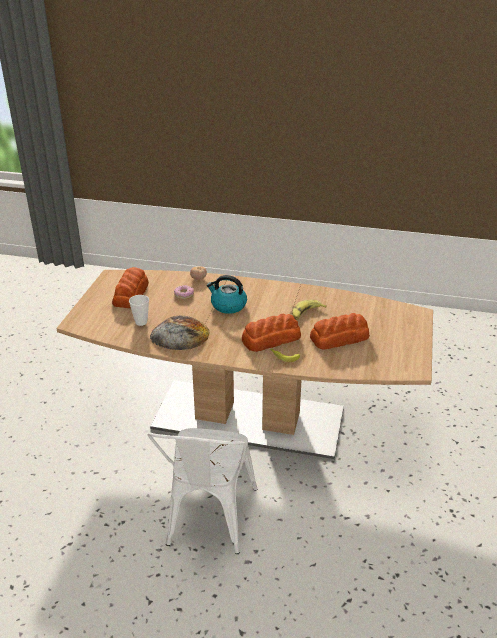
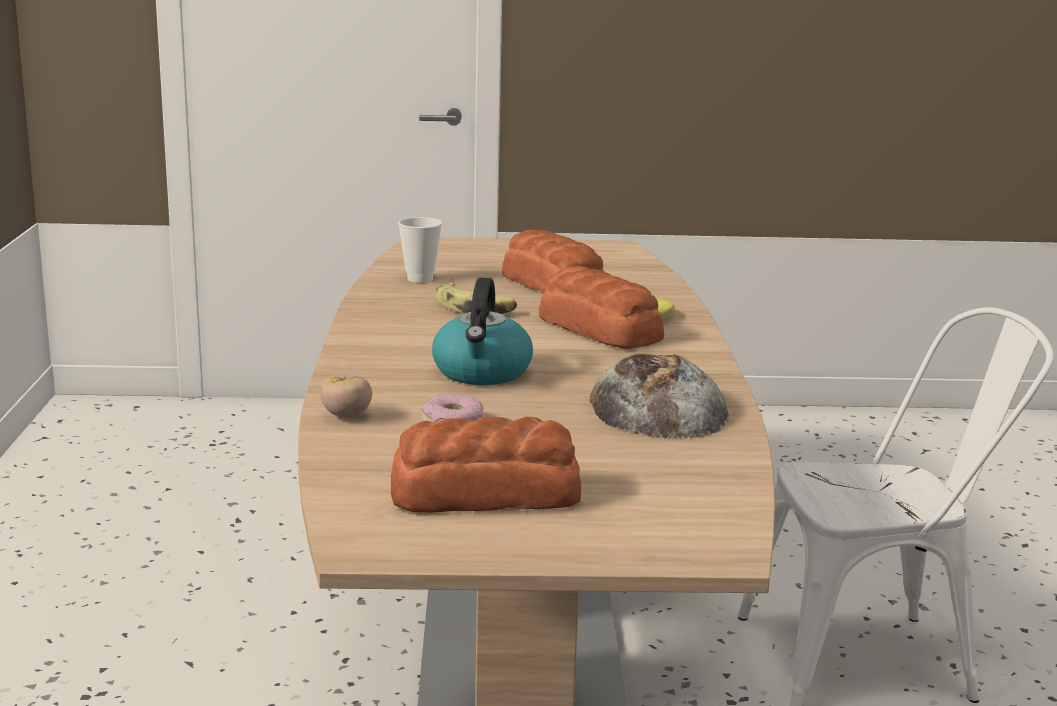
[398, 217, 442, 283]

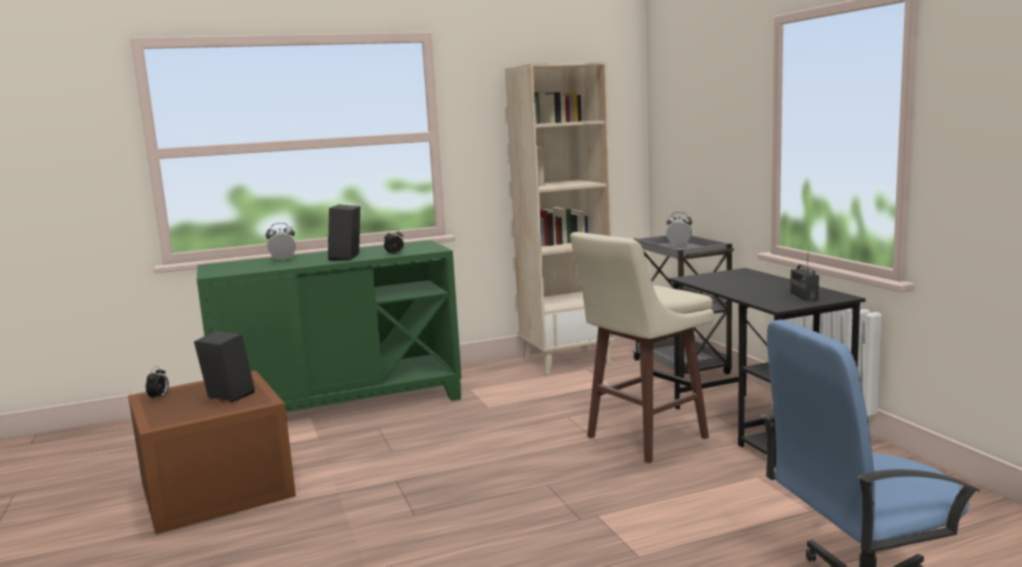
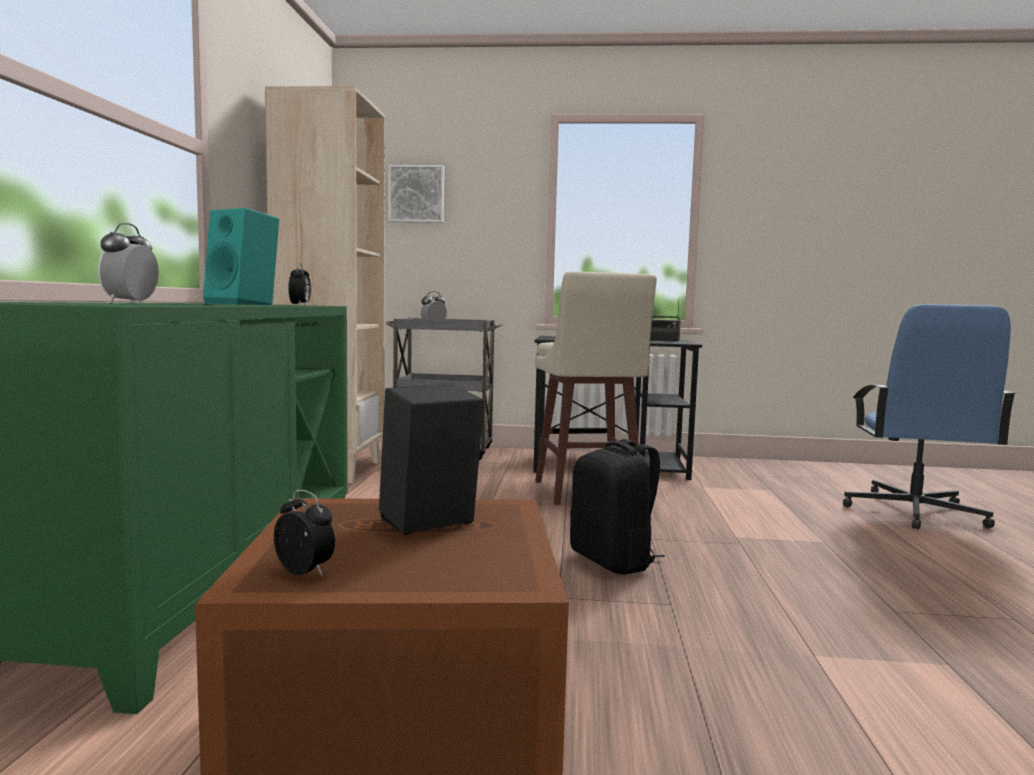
[203, 208, 279, 306]
[388, 165, 444, 223]
[570, 439, 665, 575]

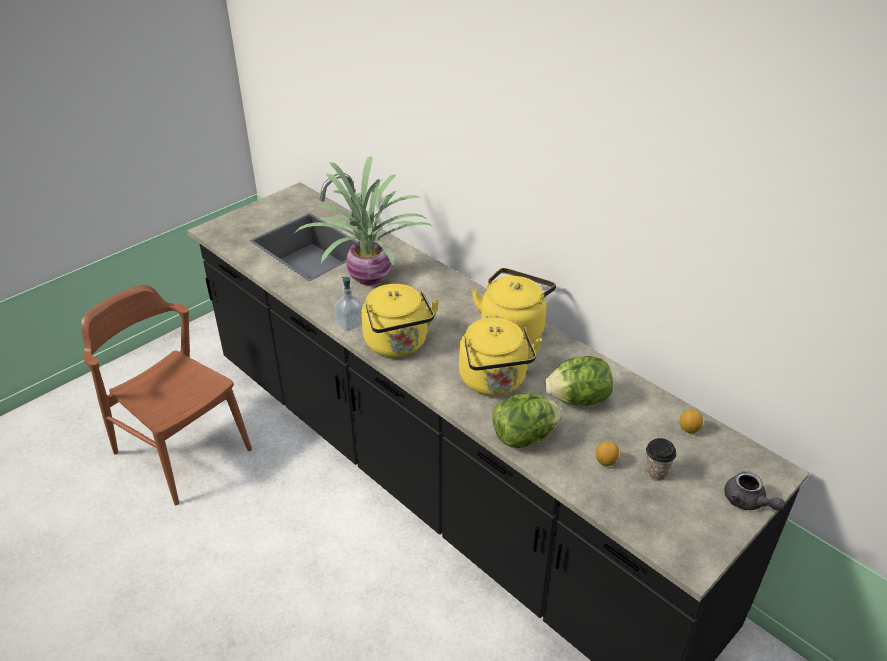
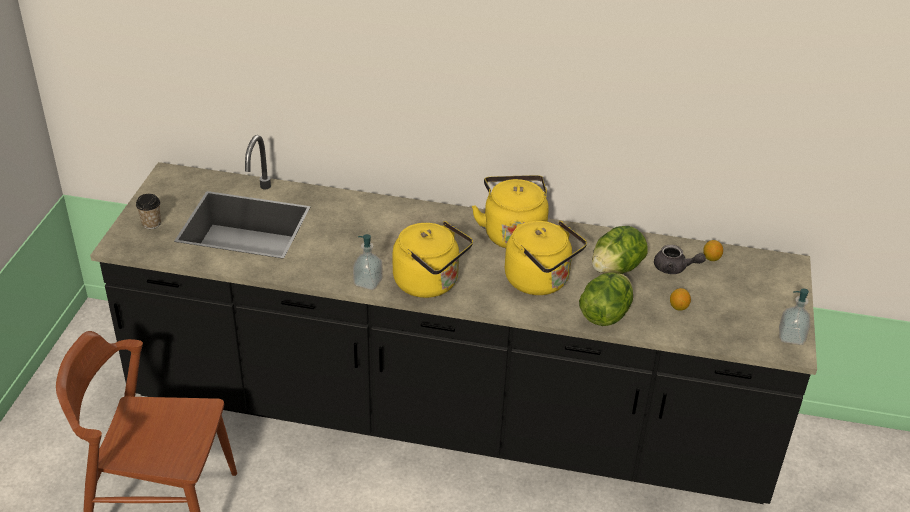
[296, 156, 433, 285] (first image)
[136, 194, 161, 229]
[654, 245, 706, 274]
[779, 288, 810, 345]

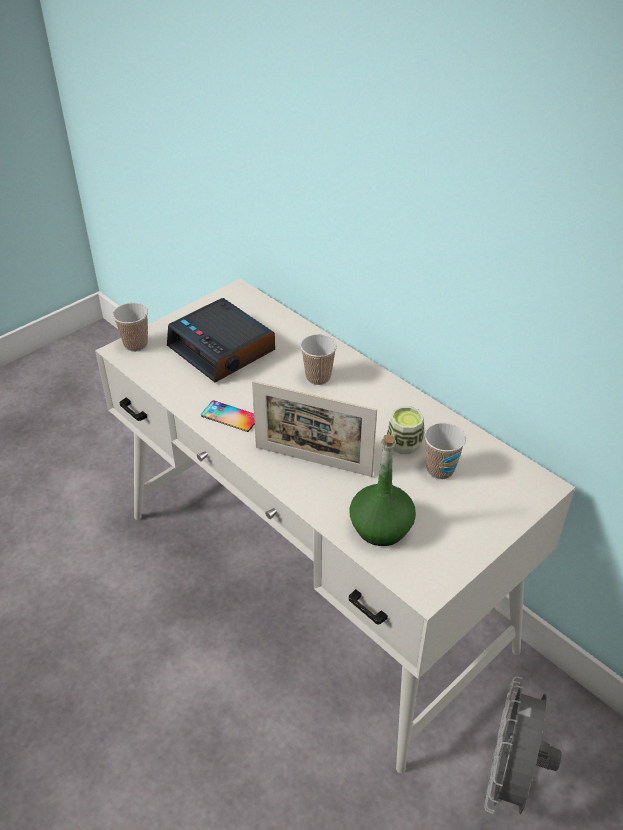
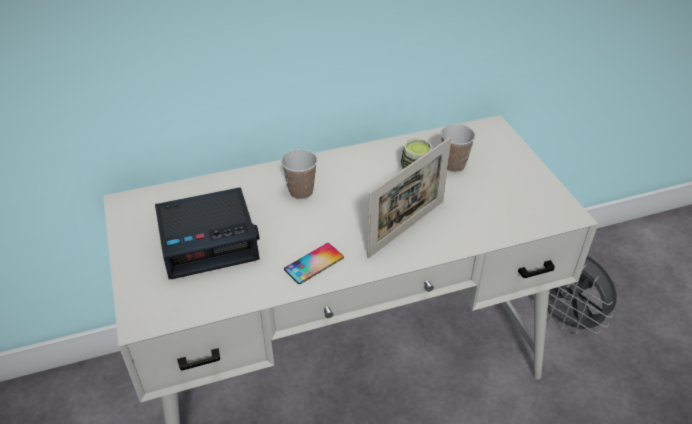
[113, 303, 148, 352] (first image)
[350, 434, 416, 546] (first image)

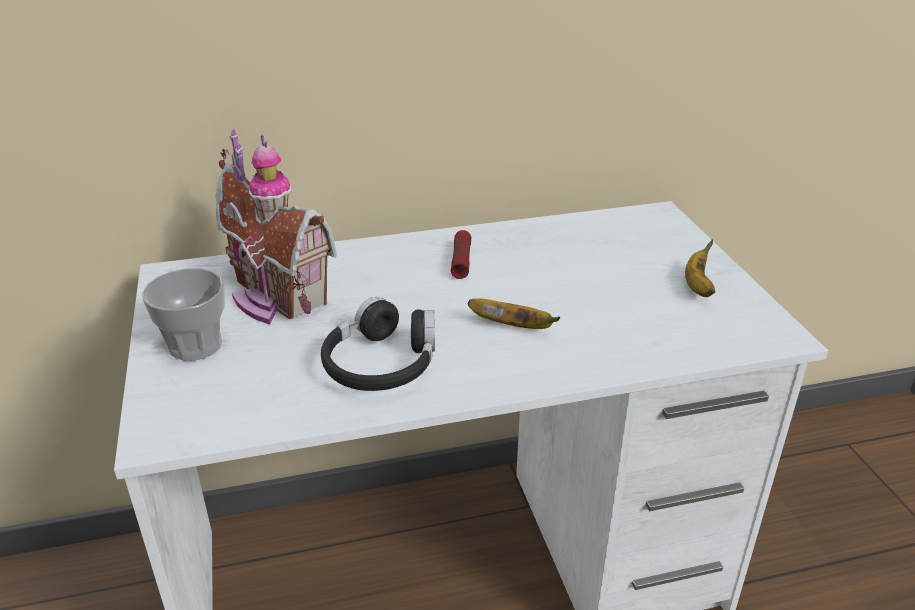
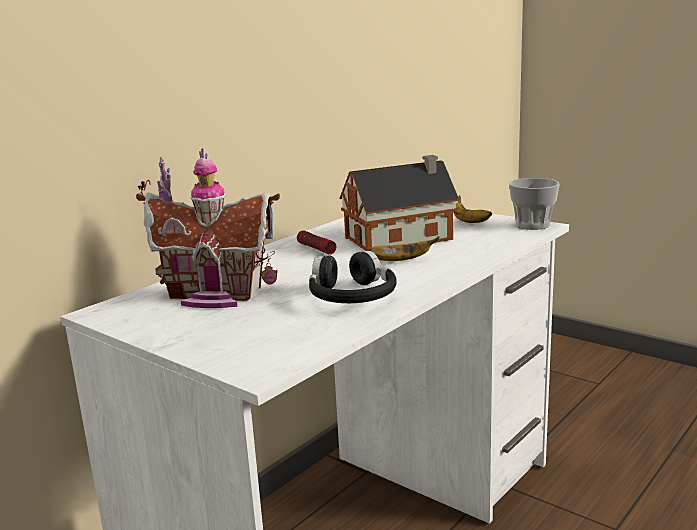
[509, 178, 560, 230]
[340, 155, 459, 251]

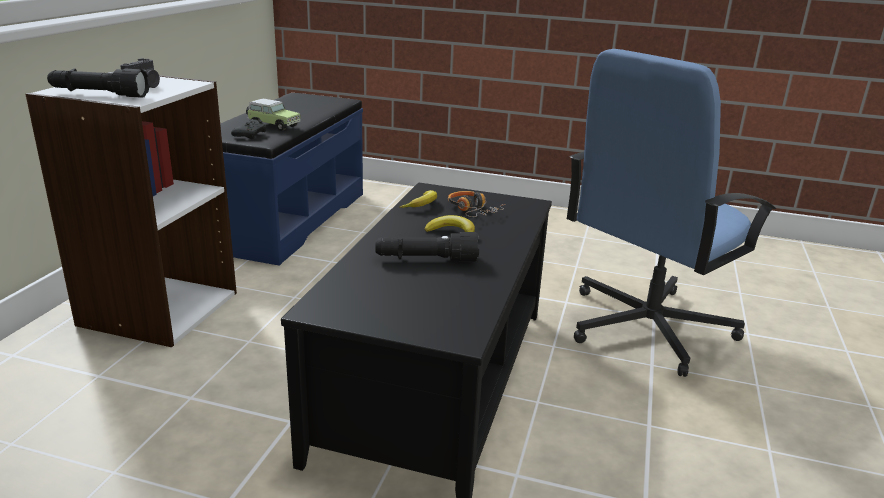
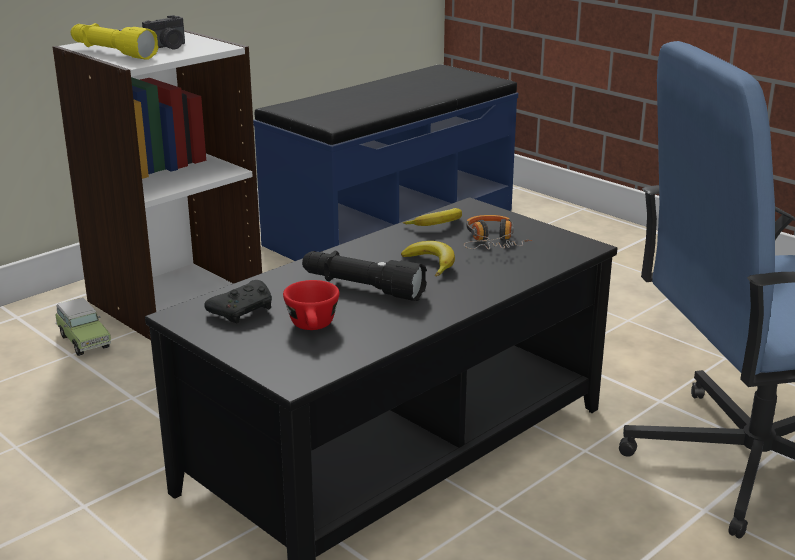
[71, 23, 158, 60]
[55, 298, 111, 356]
[204, 280, 272, 323]
[283, 280, 339, 330]

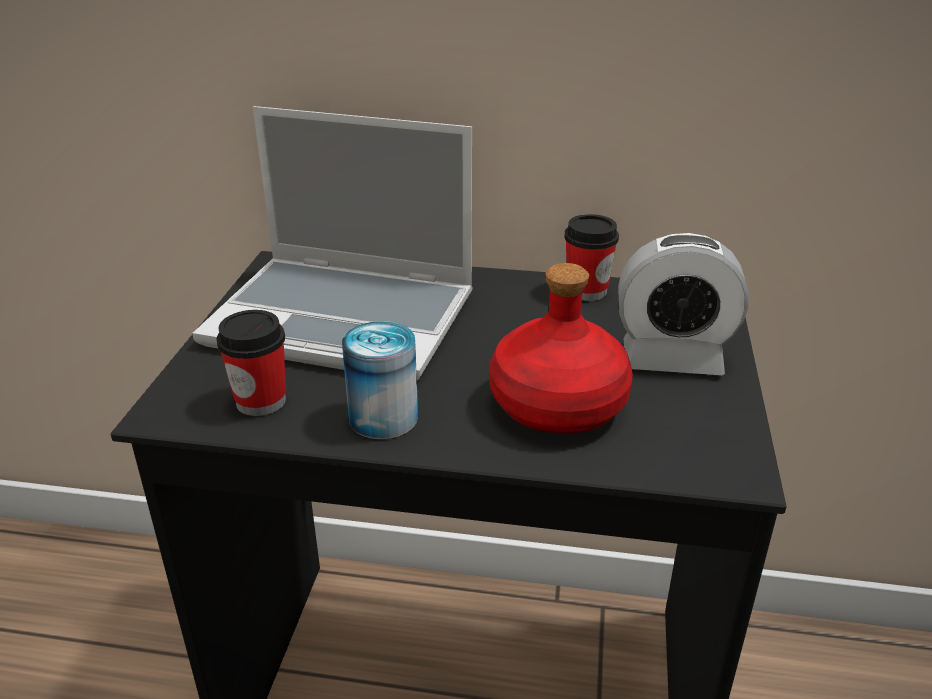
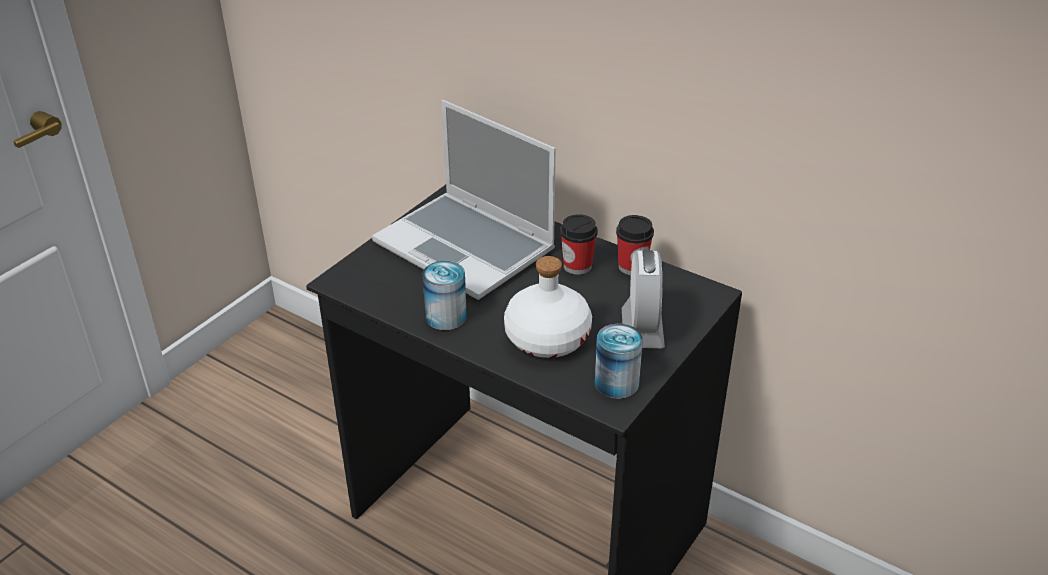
[622, 250, 665, 348]
[504, 256, 592, 358]
[560, 214, 598, 275]
[595, 324, 643, 399]

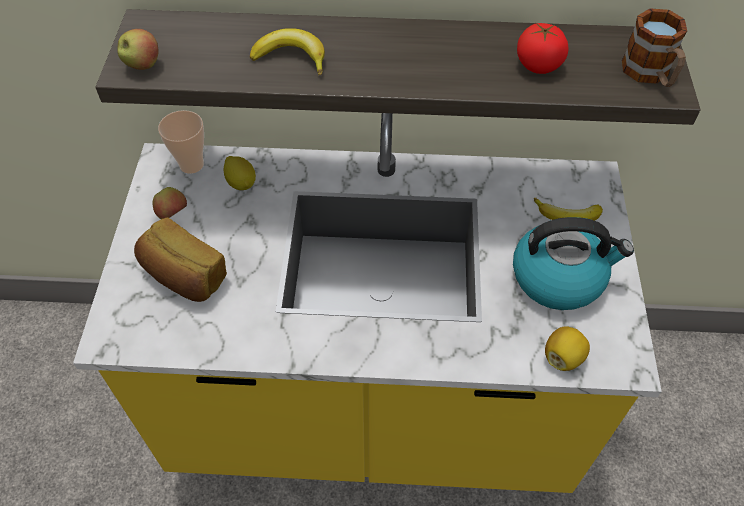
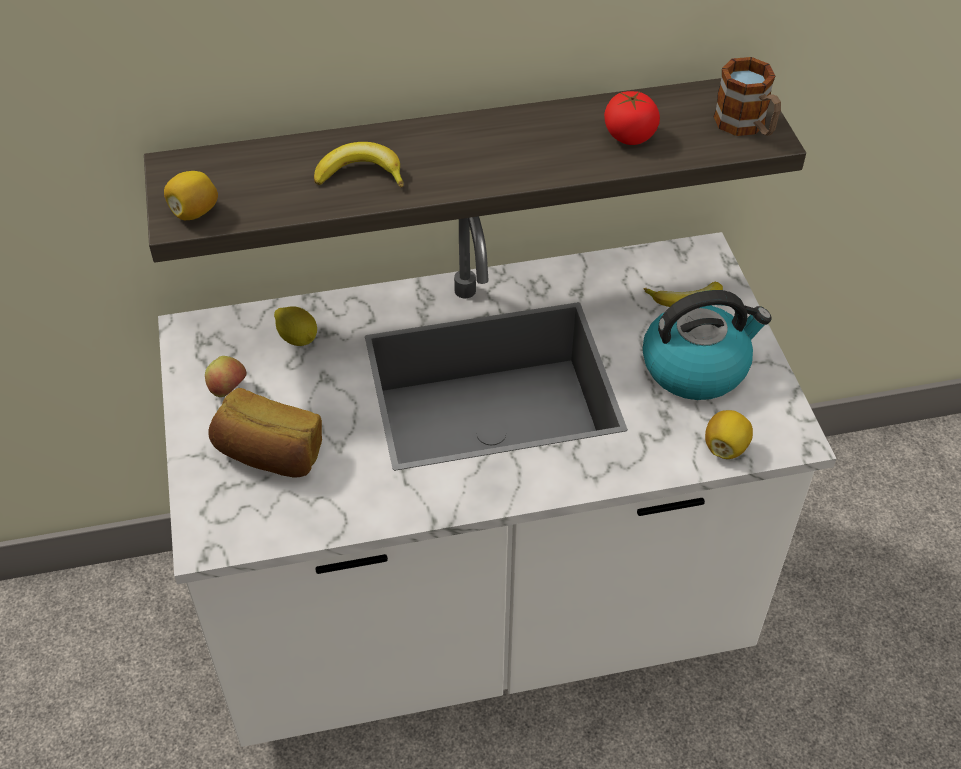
[164, 171, 218, 220]
[158, 110, 204, 174] (first image)
[158, 216, 837, 747]

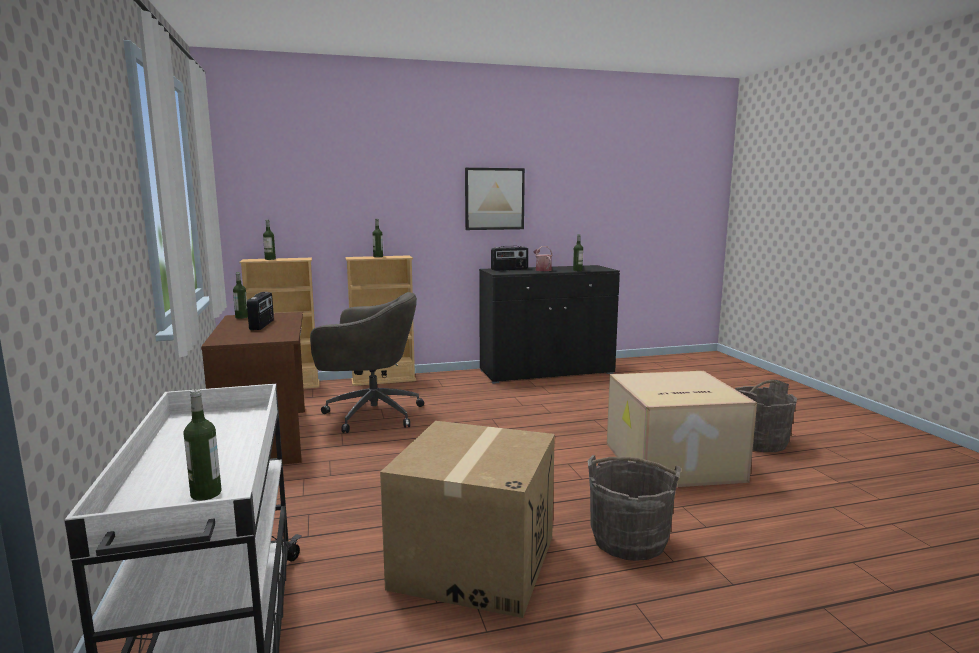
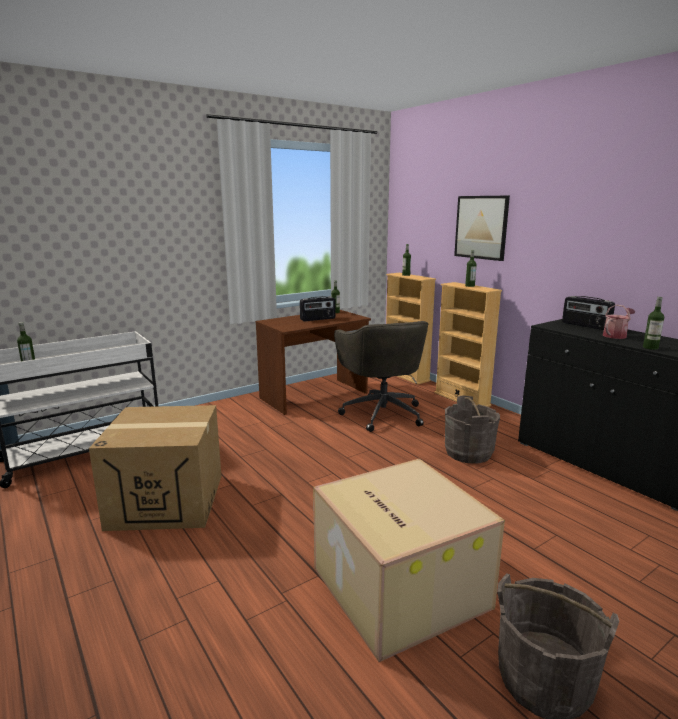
[454, 196, 510, 261]
[445, 395, 500, 464]

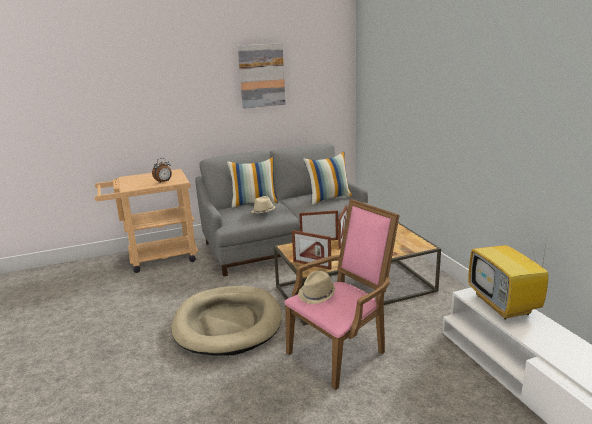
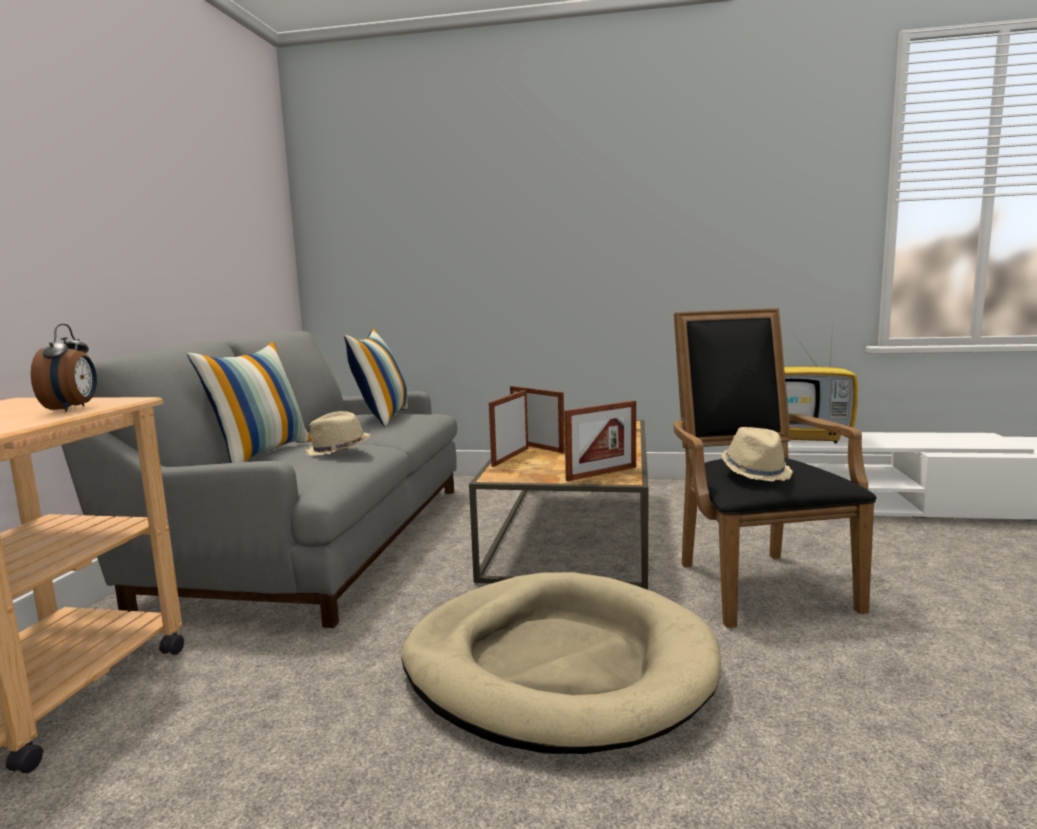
[238, 43, 286, 109] (first image)
[674, 308, 876, 628]

